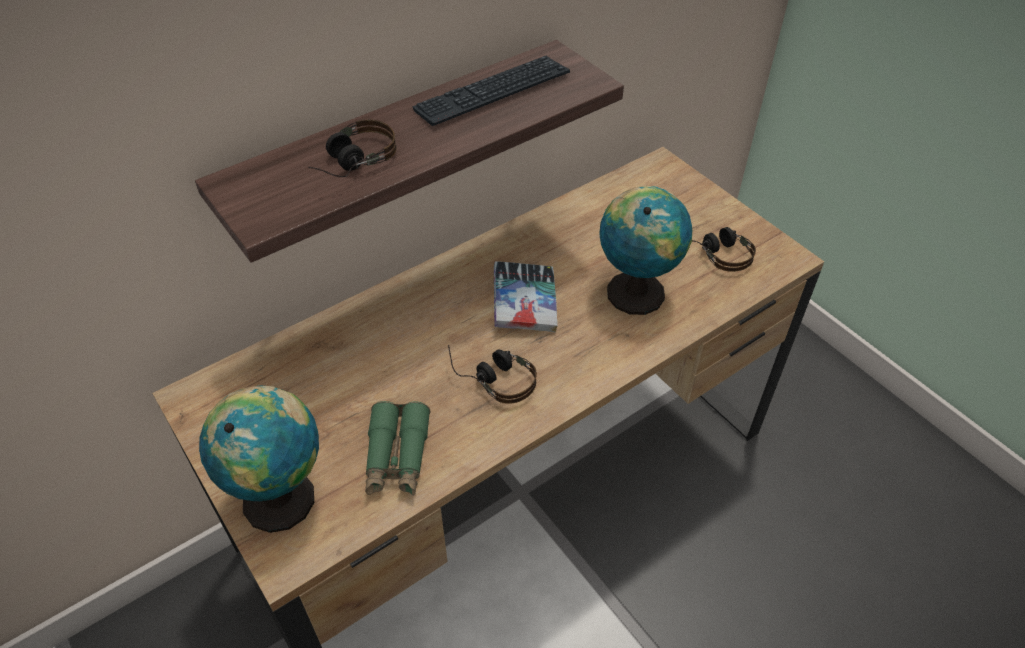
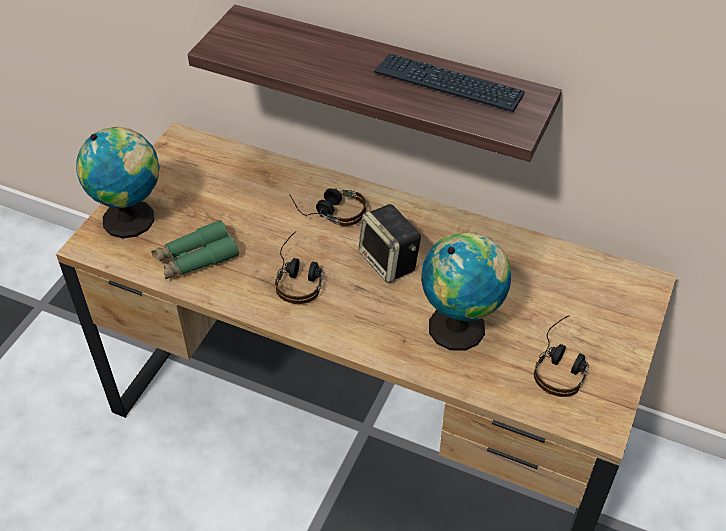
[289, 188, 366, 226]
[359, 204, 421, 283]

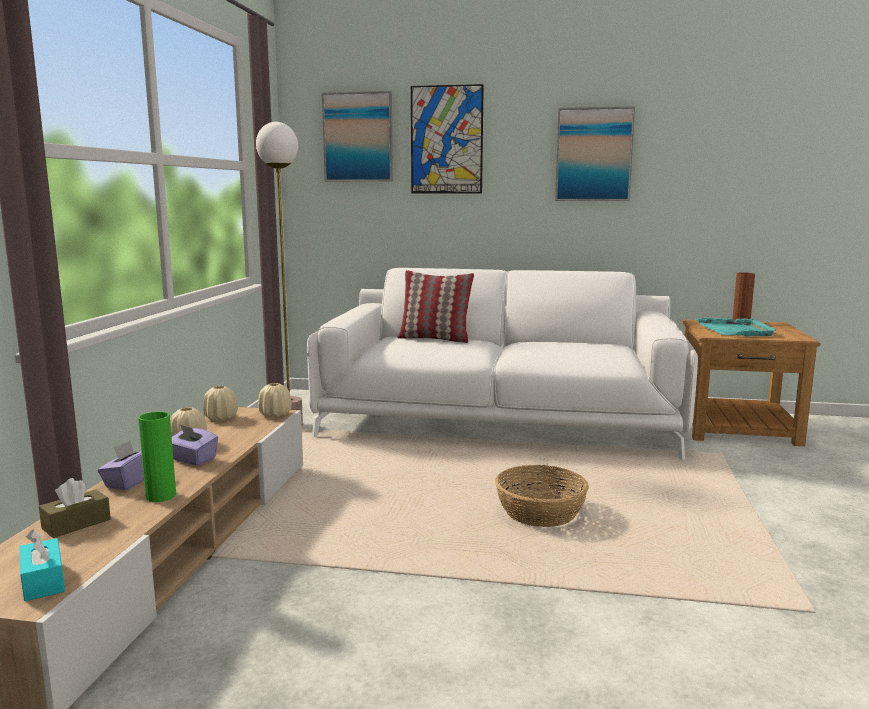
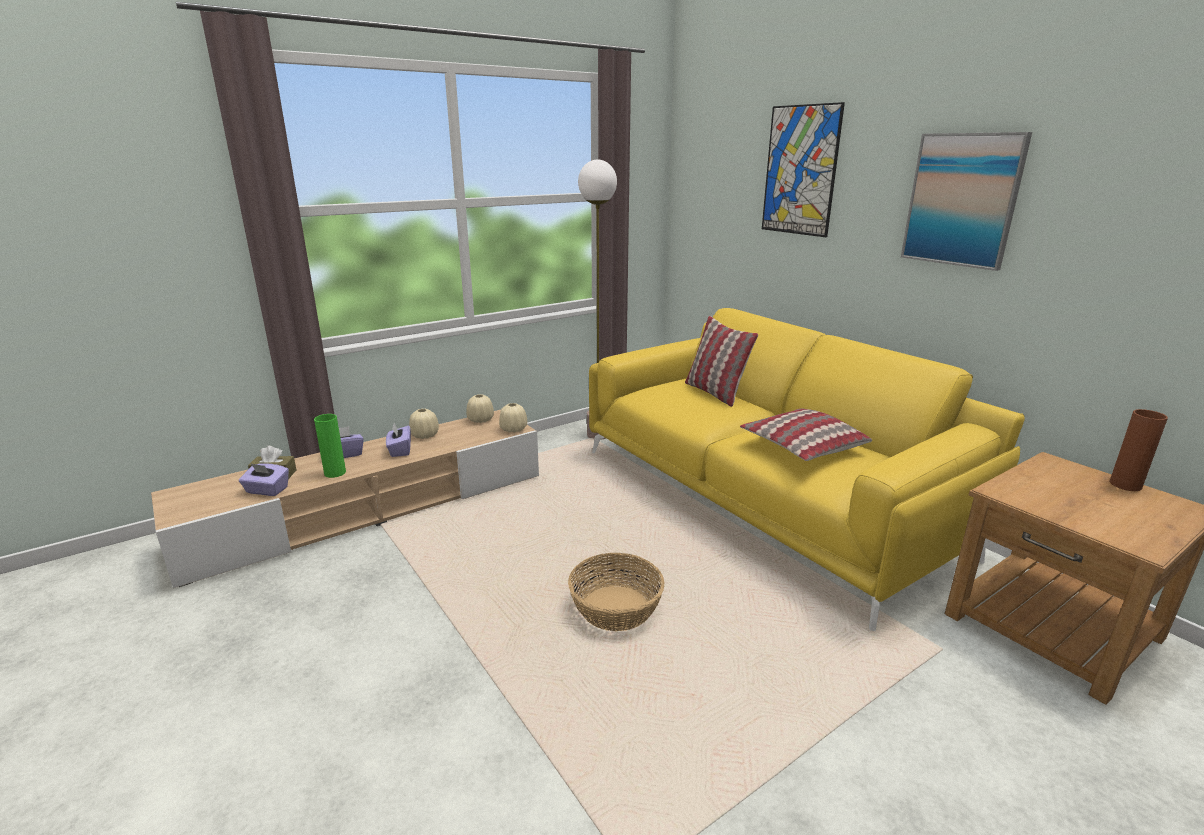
[322, 91, 393, 182] (first image)
[589, 308, 1025, 631]
[696, 317, 777, 336] (first image)
[20, 530, 65, 601] (first image)
[740, 408, 872, 461]
[239, 463, 289, 496]

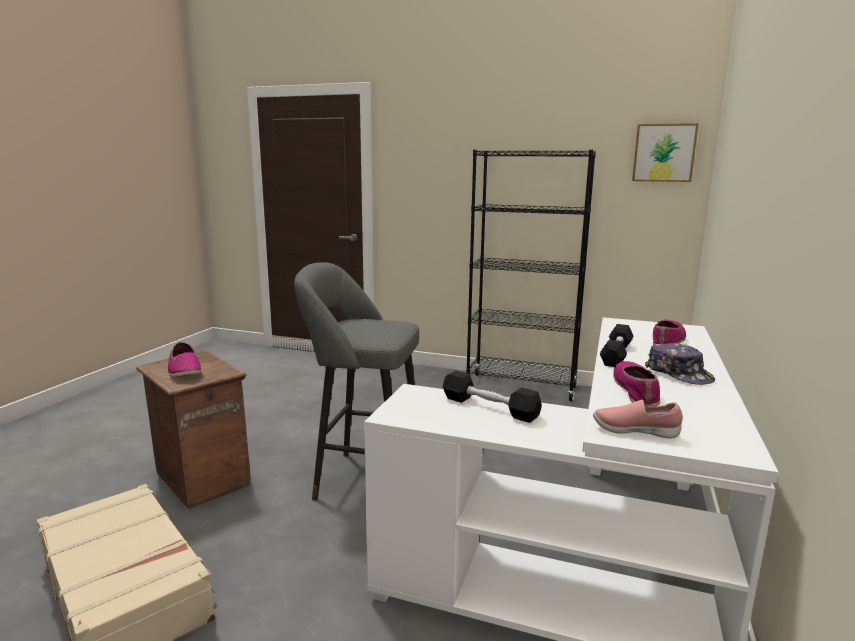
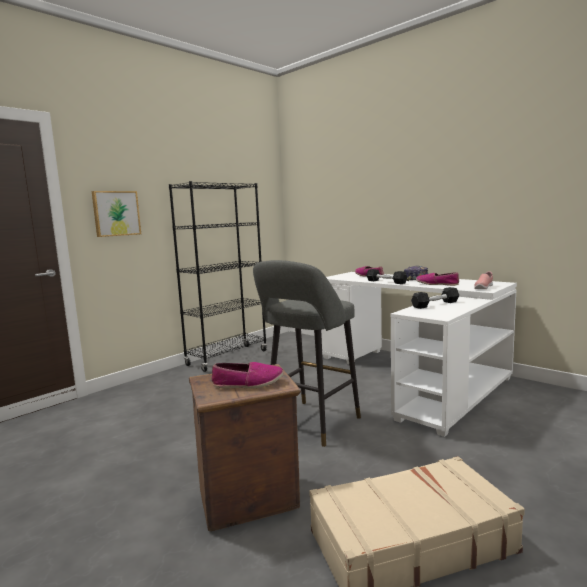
[92, 191, 141, 237]

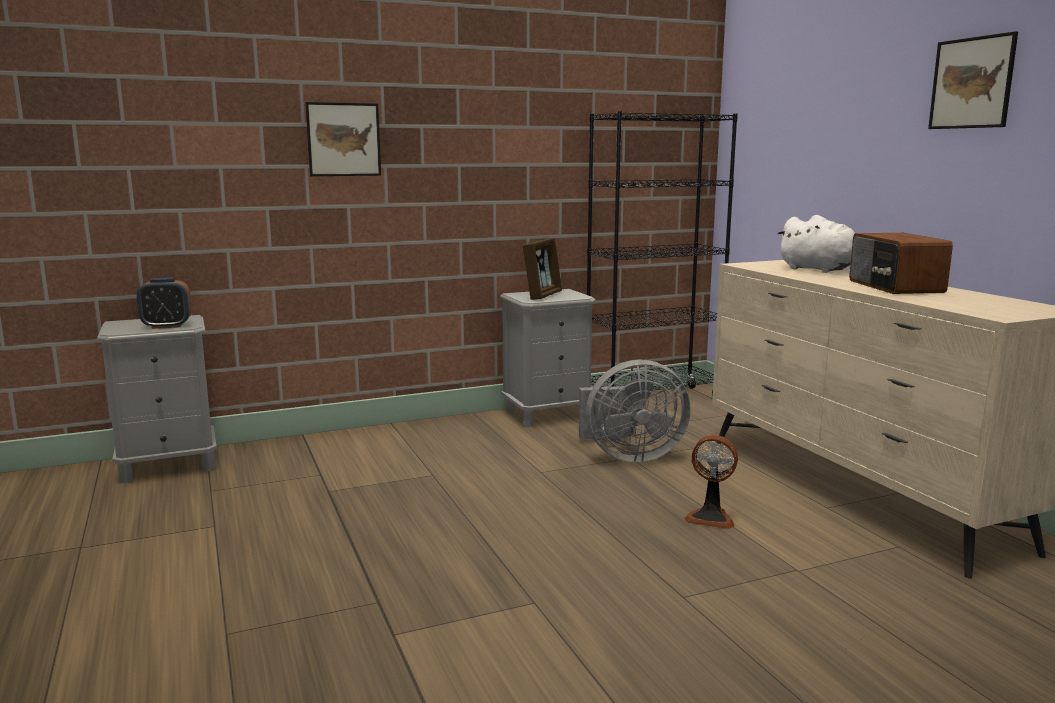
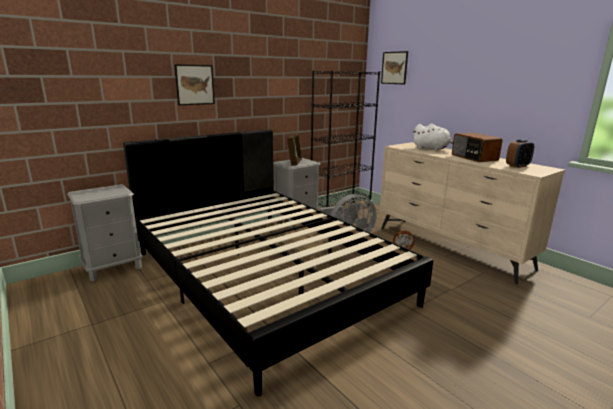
[381, 51, 408, 85]
[506, 139, 534, 168]
[123, 129, 433, 396]

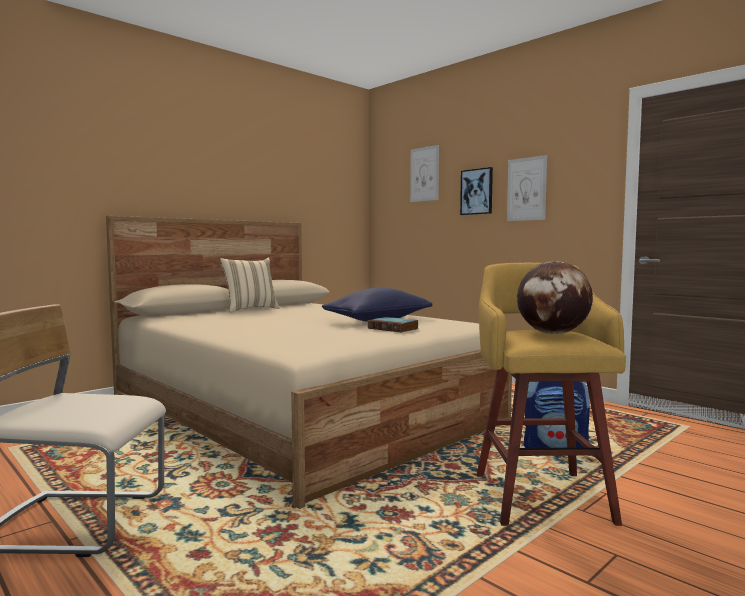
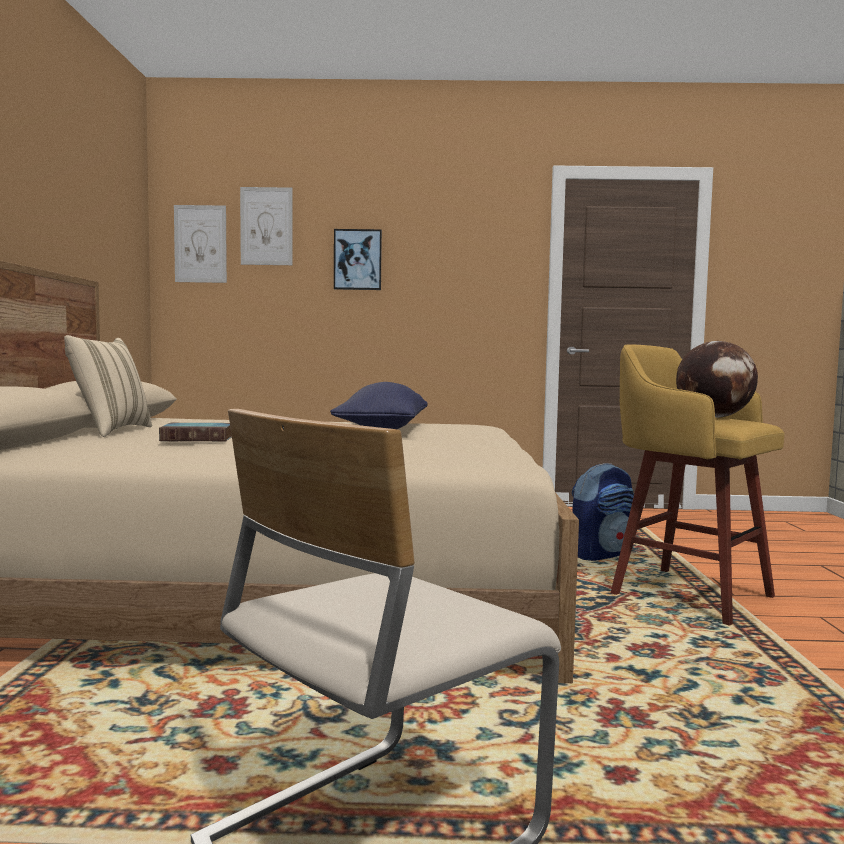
[174, 205, 227, 283]
[159, 423, 232, 441]

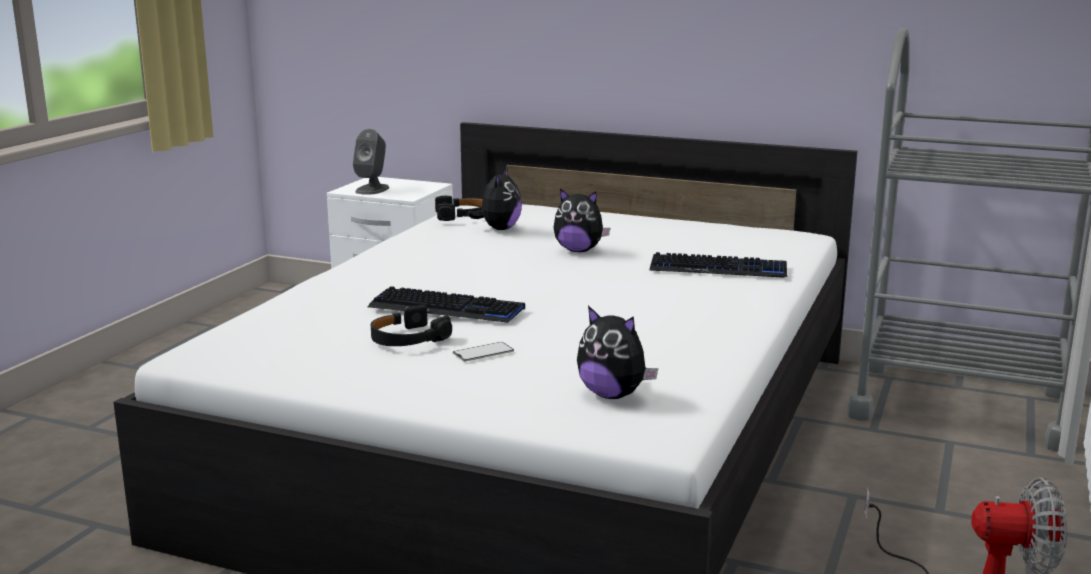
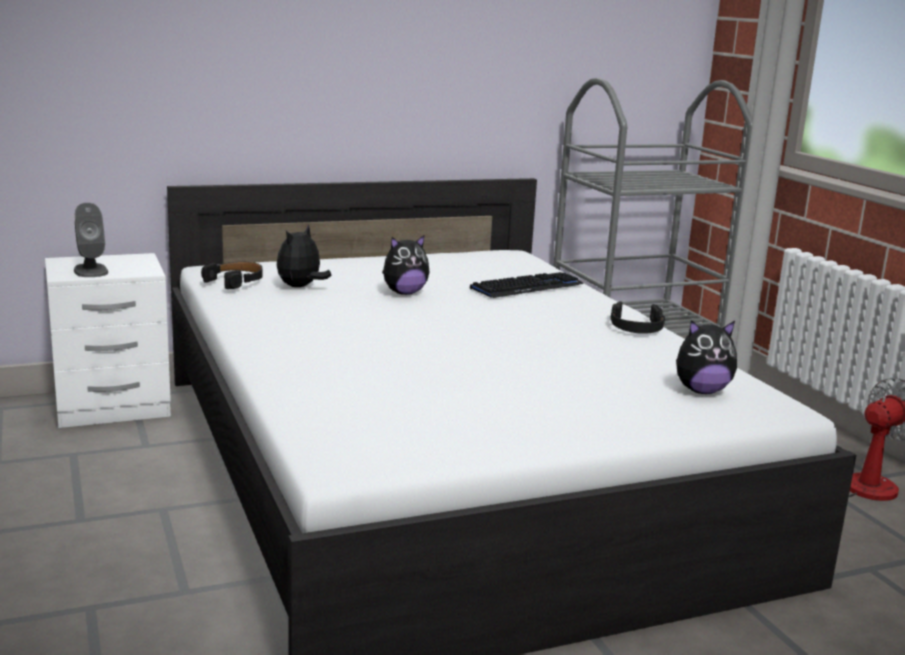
[277, 225, 332, 287]
[368, 286, 525, 323] (first image)
[610, 301, 665, 334]
[453, 342, 514, 361] (first image)

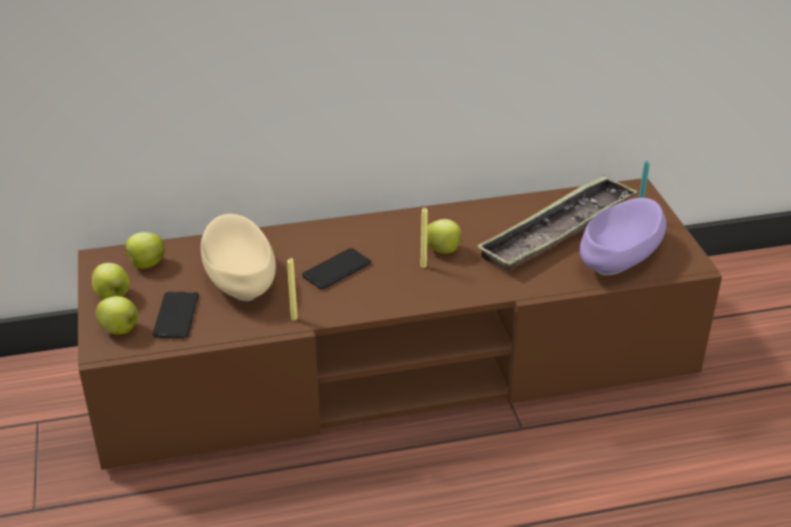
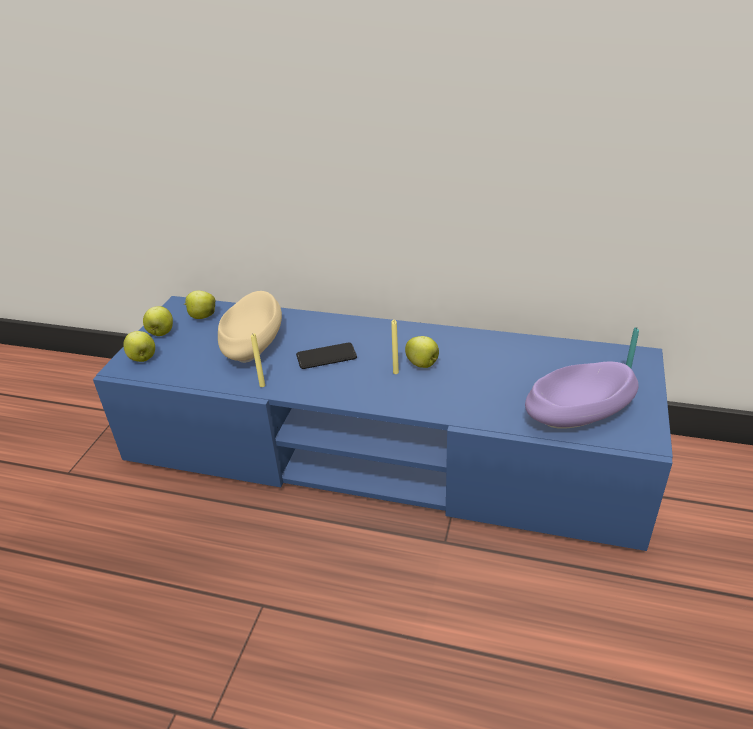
[476, 175, 637, 272] (first image)
[93, 296, 673, 551]
[152, 292, 199, 338] (first image)

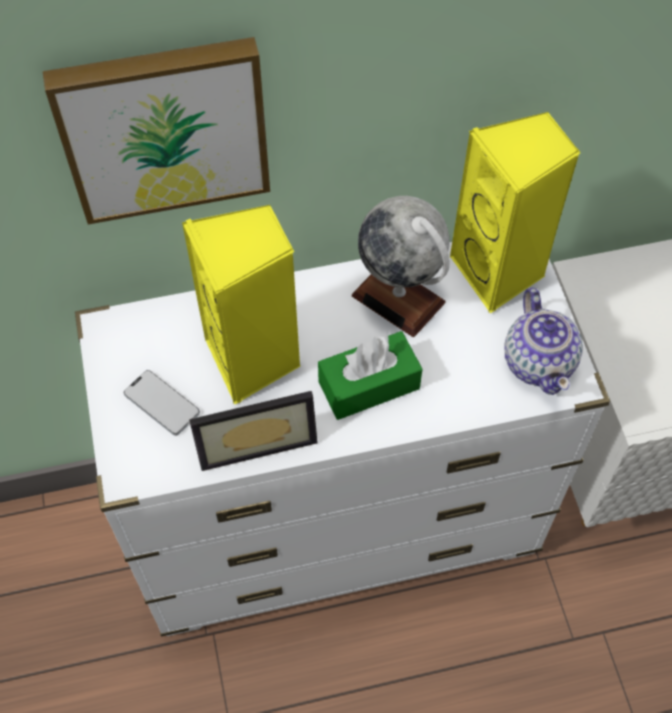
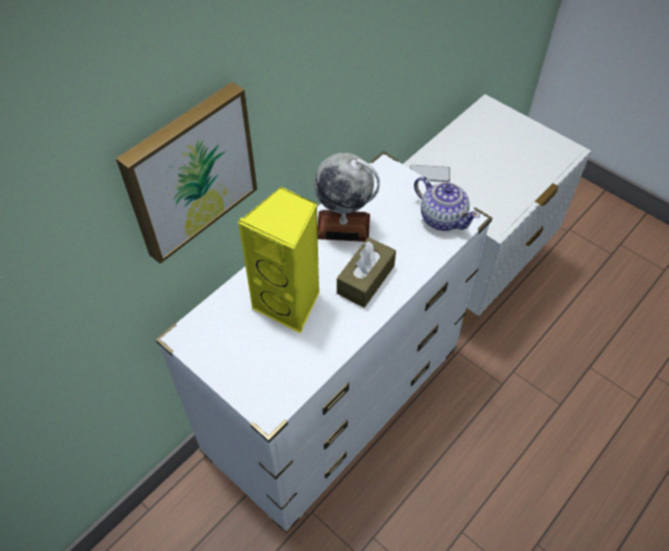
[450, 112, 580, 313] (first image)
[337, 237, 396, 308]
[410, 165, 450, 182]
[189, 391, 318, 471] (first image)

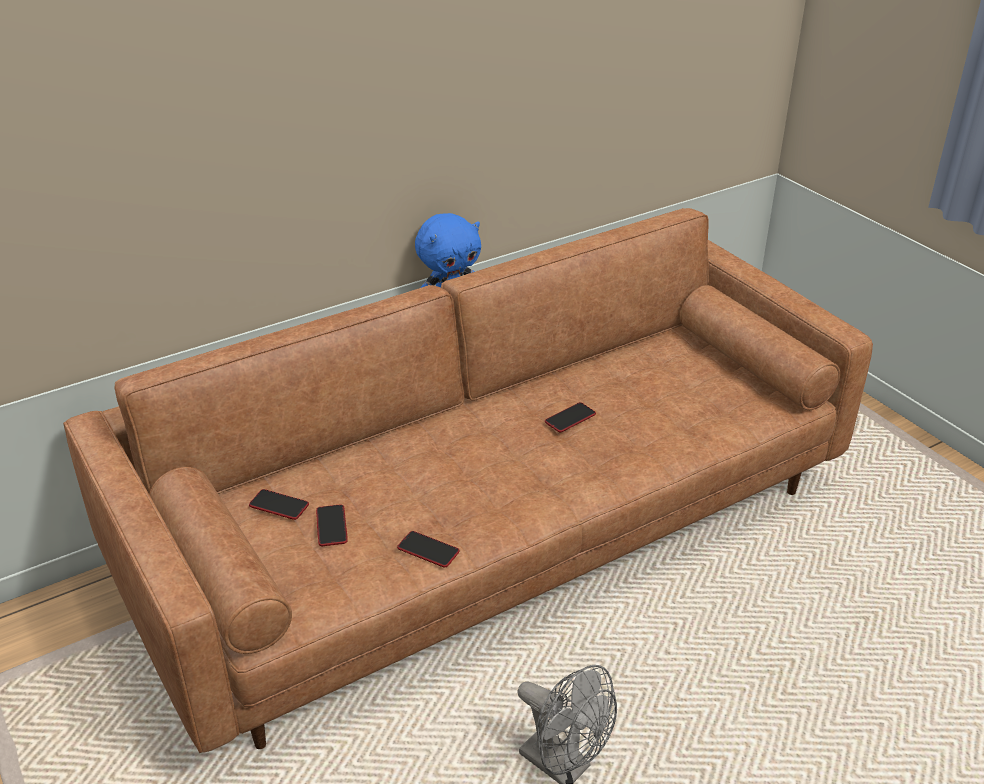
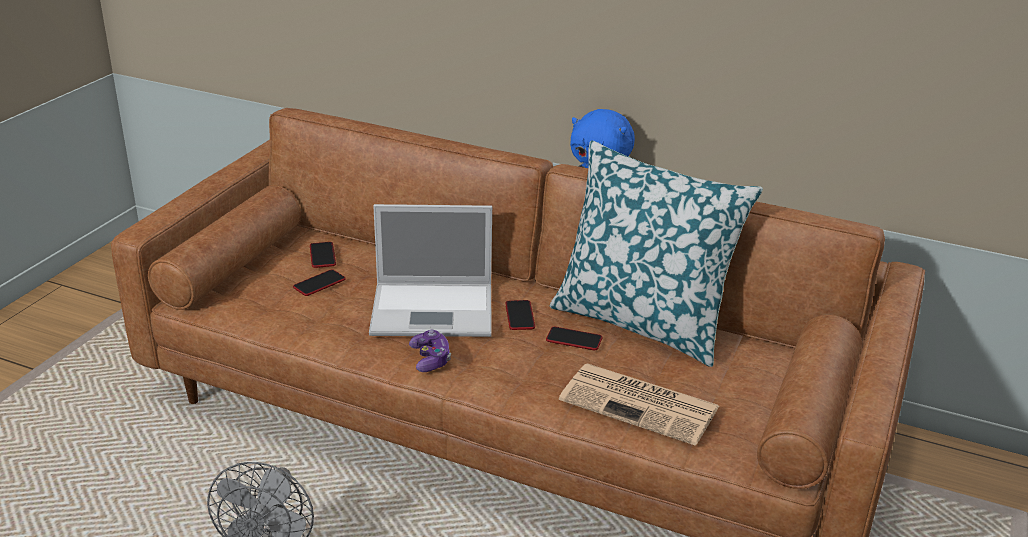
[505, 300, 535, 330]
[550, 141, 763, 367]
[369, 204, 492, 337]
[409, 329, 451, 372]
[559, 363, 719, 446]

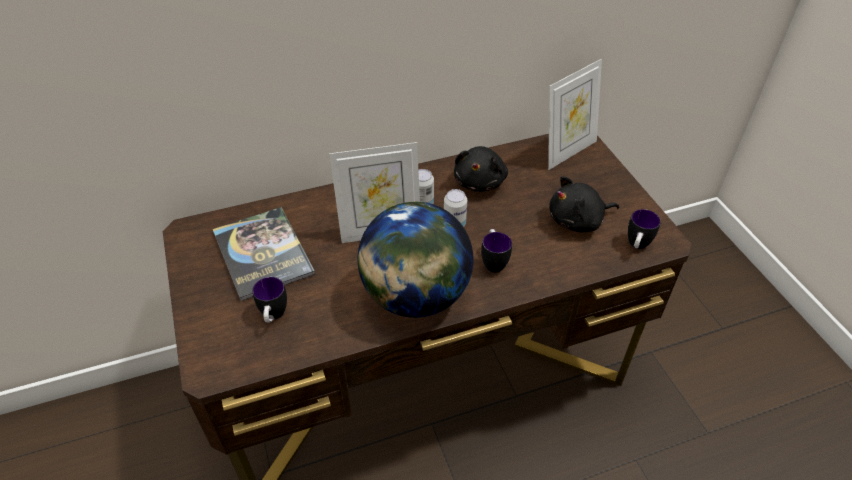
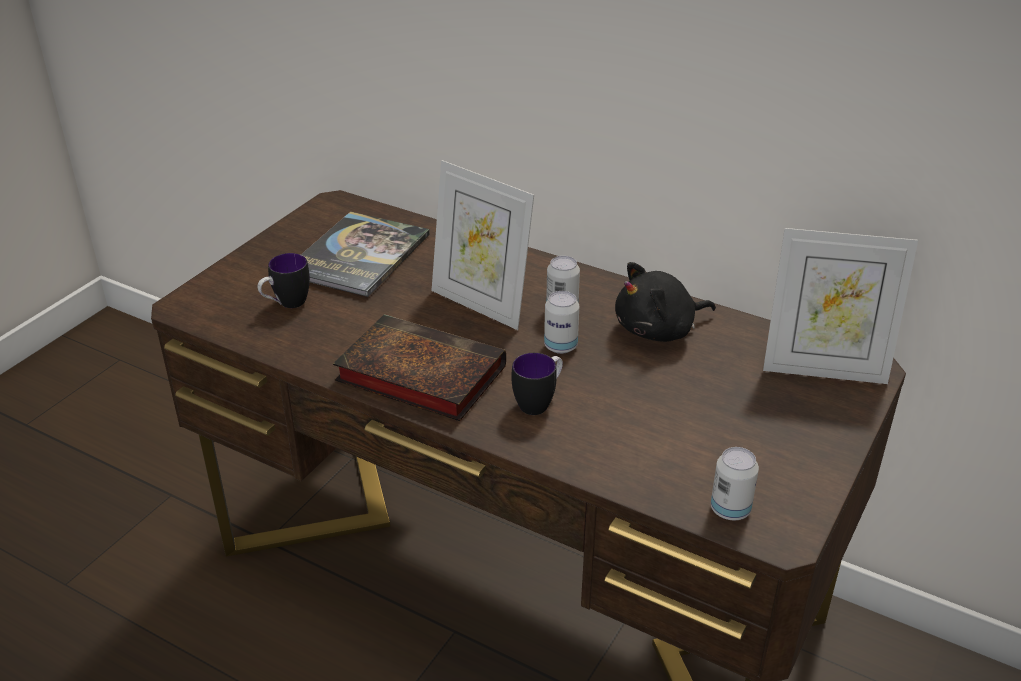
[549, 176, 619, 232] (first image)
[333, 314, 506, 421]
[711, 447, 759, 520]

